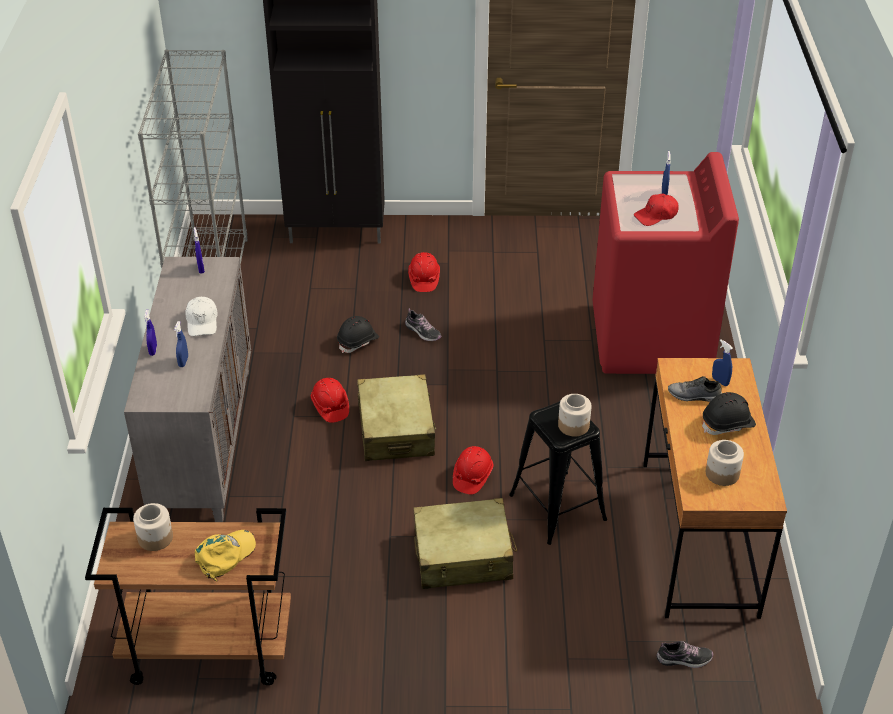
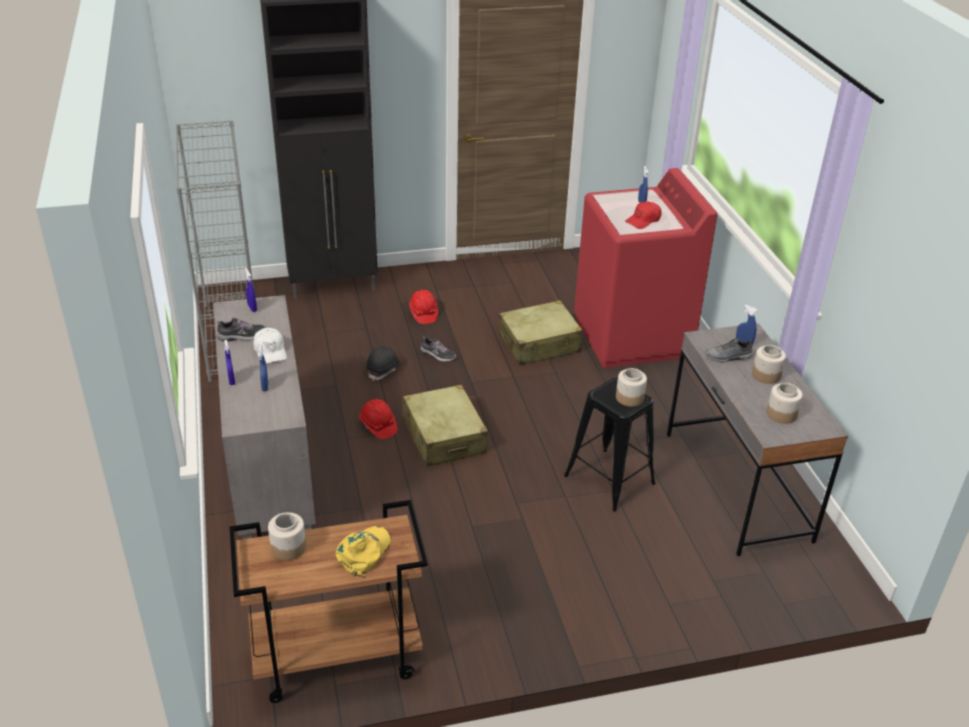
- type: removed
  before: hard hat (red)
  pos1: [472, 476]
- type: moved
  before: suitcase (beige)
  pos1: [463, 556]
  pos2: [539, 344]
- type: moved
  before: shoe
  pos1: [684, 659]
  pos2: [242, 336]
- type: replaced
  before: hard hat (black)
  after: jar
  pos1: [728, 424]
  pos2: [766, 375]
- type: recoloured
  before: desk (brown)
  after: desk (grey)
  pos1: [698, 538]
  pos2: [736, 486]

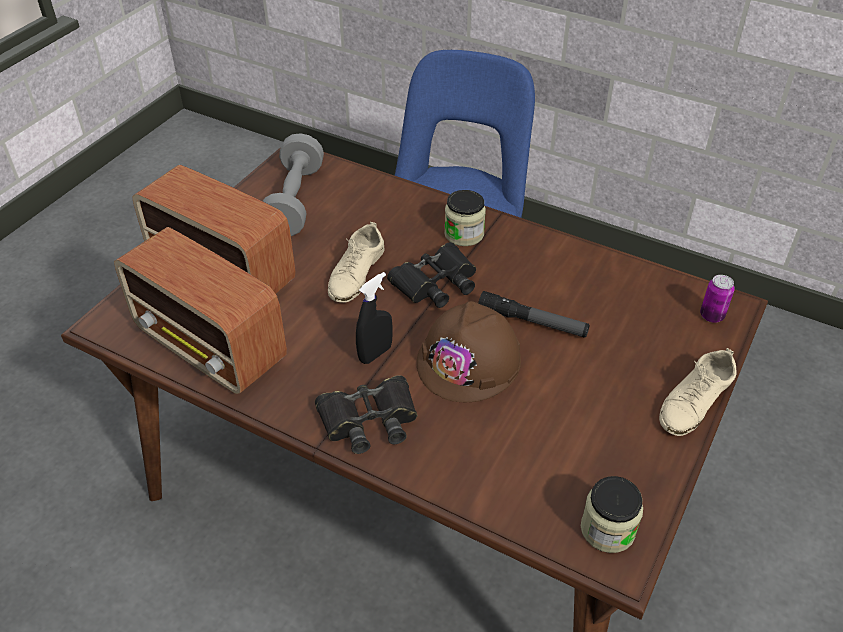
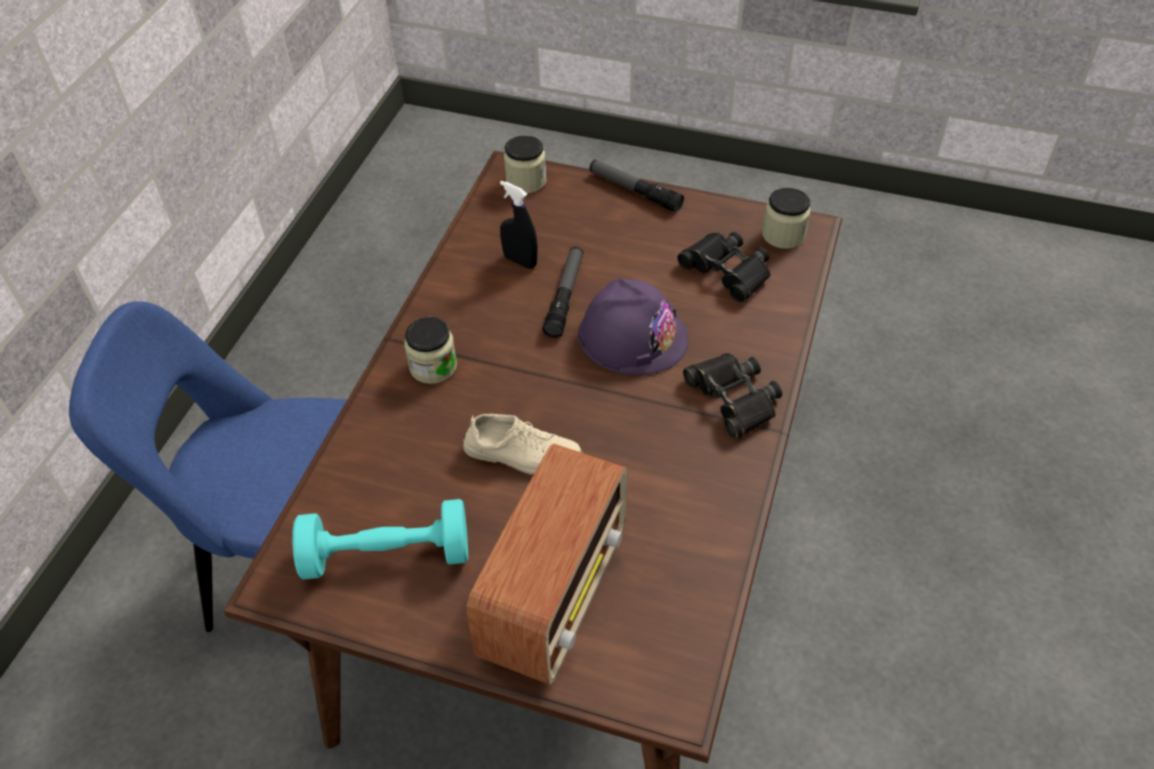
- type: removed
  before: radio
  pos1: [211, 347]
- type: moved
  before: spray bottle (black)
  pos1: [375, 353]
  pos2: [520, 261]
- type: moved
  before: binoculars (black)
  pos1: [435, 282]
  pos2: [727, 271]
- type: replaced
  before: shoe (beige)
  after: flashlight
  pos1: [694, 401]
  pos2: [634, 191]
- type: replaced
  before: can
  after: jar
  pos1: [711, 316]
  pos2: [526, 181]
- type: recoloured
  before: dumbbell (grey)
  after: dumbbell (turquoise)
  pos1: [294, 201]
  pos2: [387, 555]
- type: recoloured
  before: hard hat (brown)
  after: hard hat (purple)
  pos1: [469, 361]
  pos2: [632, 336]

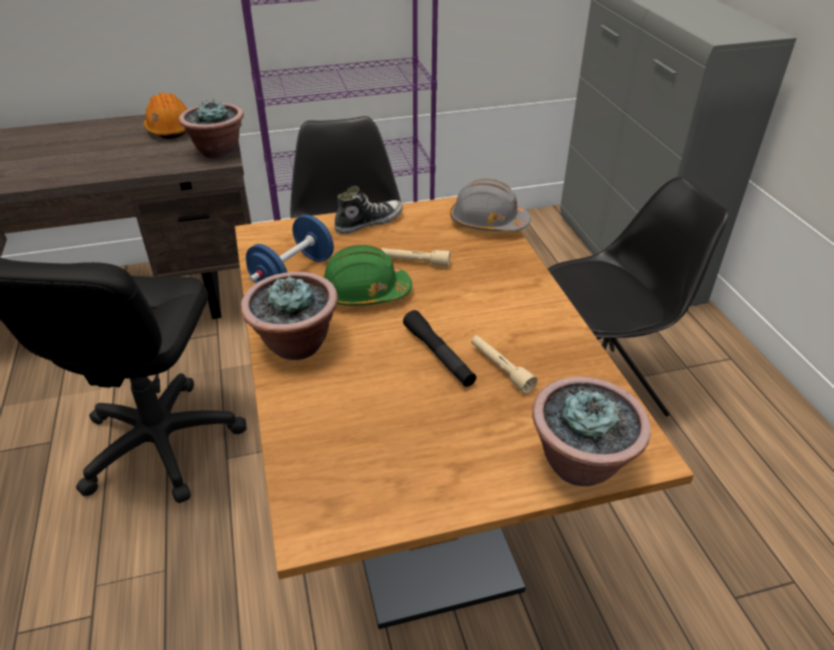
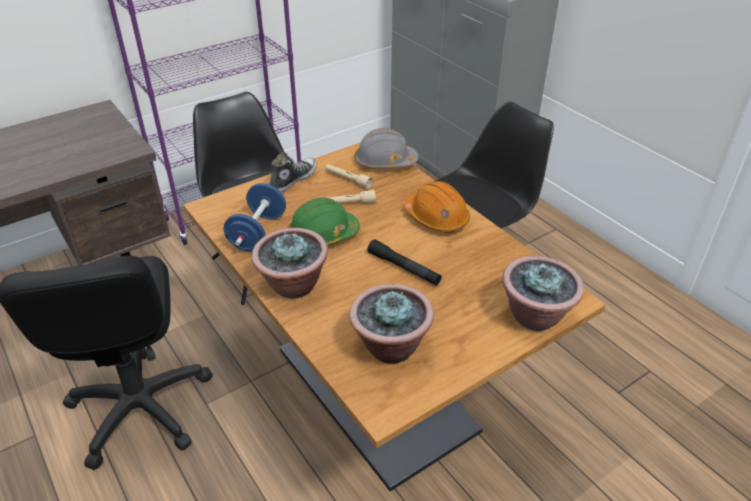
- type: moved
  before: hard hat (orange)
  pos1: [170, 129]
  pos2: [436, 218]
- type: moved
  before: potted plant
  pos1: [217, 151]
  pos2: [390, 347]
- type: moved
  before: flashlight (beige)
  pos1: [500, 368]
  pos2: [348, 180]

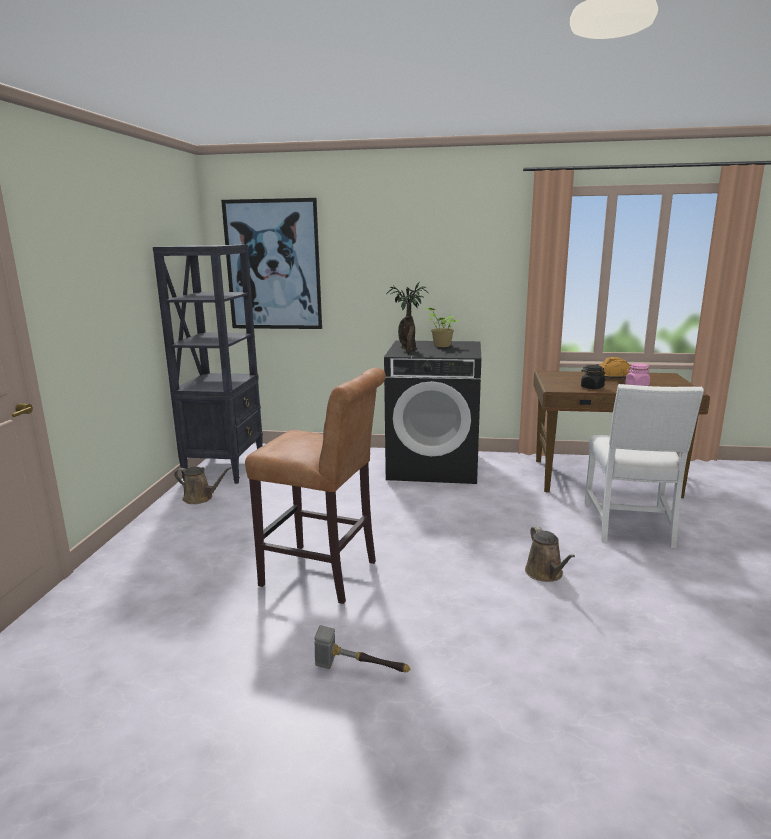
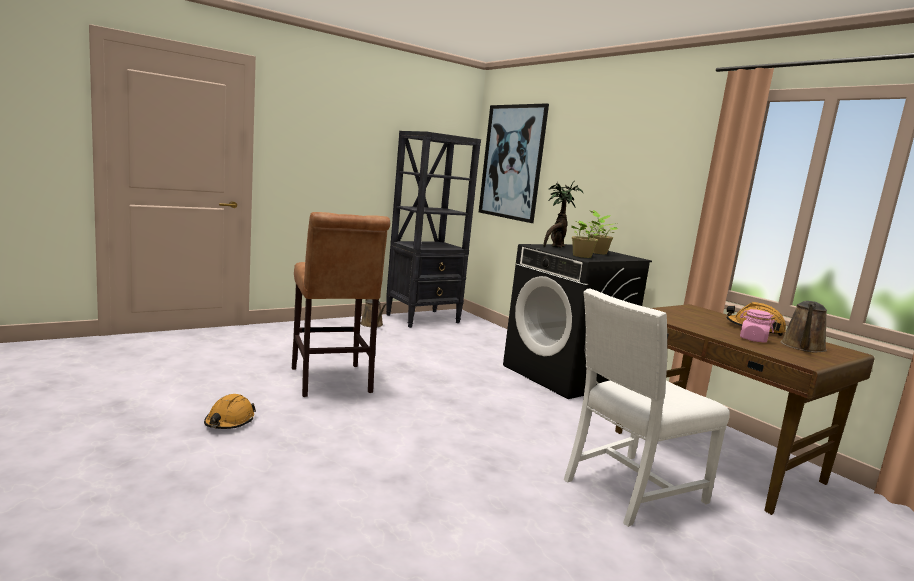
- type: removed
  before: jar (black)
  pos1: [592, 387]
- type: added
  after: potted plant
  pos2: [583, 256]
- type: moved
  before: watering can (brown)
  pos1: [545, 574]
  pos2: [802, 347]
- type: replaced
  before: hammer
  after: hard hat (orange)
  pos1: [357, 672]
  pos2: [229, 422]

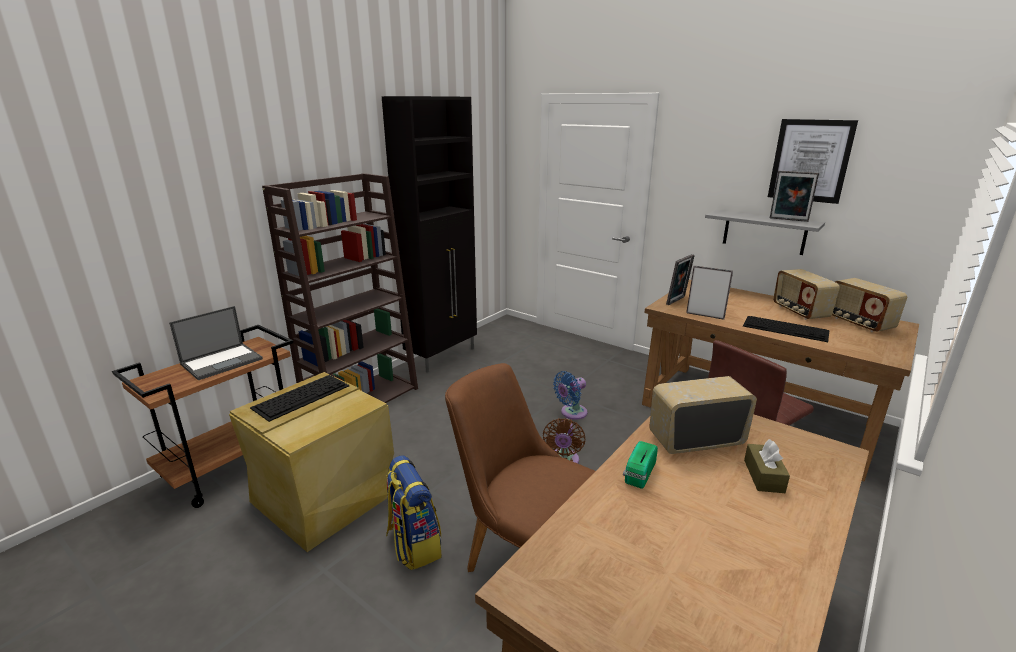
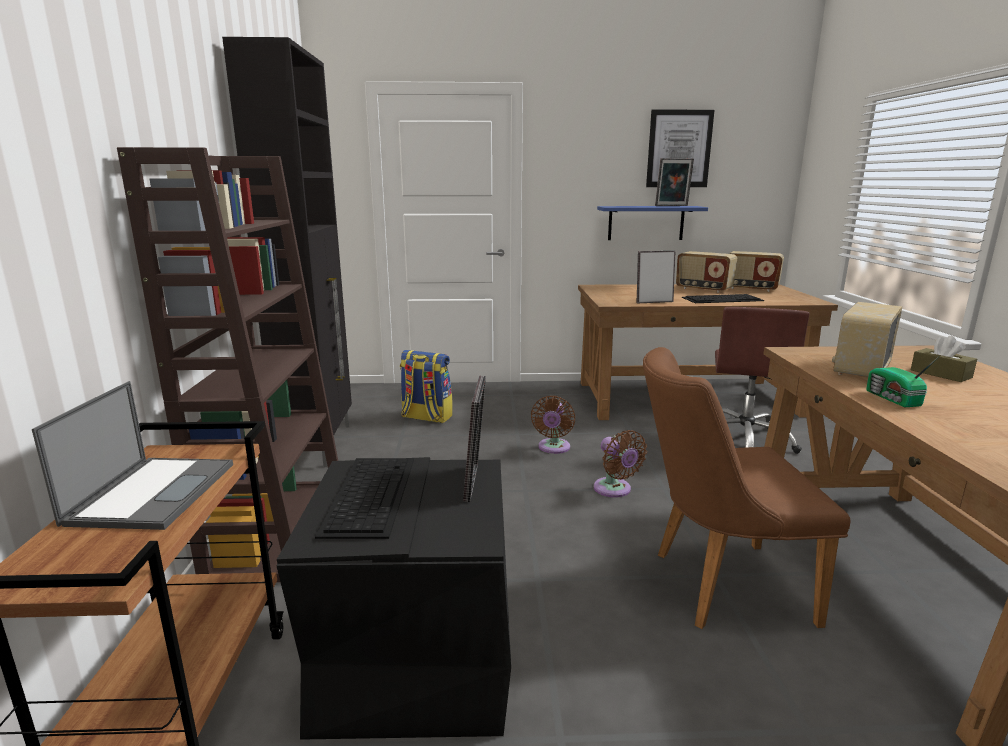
- type: moved
  before: backpack
  pos1: [413, 544]
  pos2: [426, 417]
- type: moved
  before: picture frame
  pos1: [677, 301]
  pos2: [475, 483]
- type: recoloured
  before: storage box (beige)
  after: storage box (black)
  pos1: [326, 496]
  pos2: [417, 658]
- type: recoloured
  before: fan (blue)
  after: fan (brown)
  pos1: [571, 413]
  pos2: [553, 448]
- type: recoloured
  before: shelf (grey)
  after: shelf (blue)
  pos1: [764, 232]
  pos2: [646, 223]

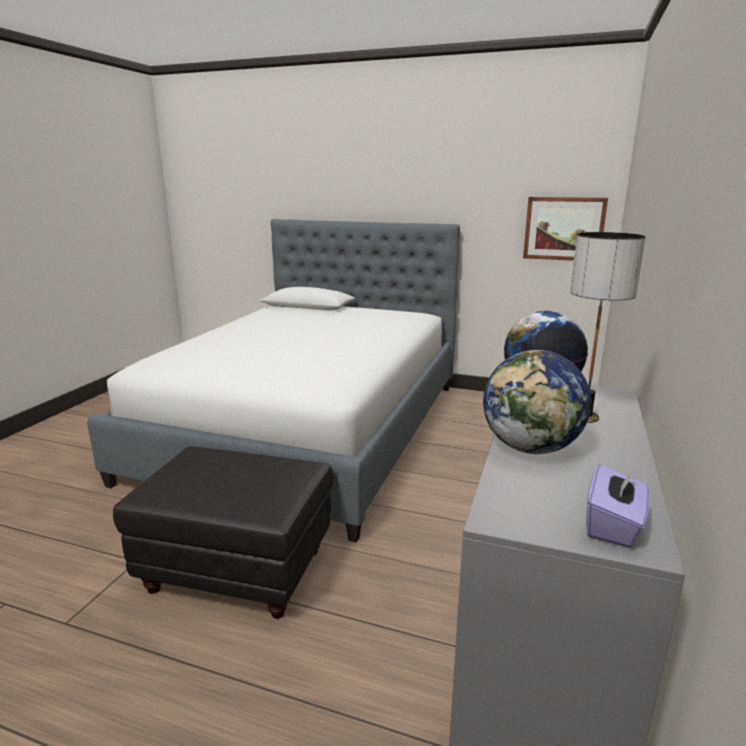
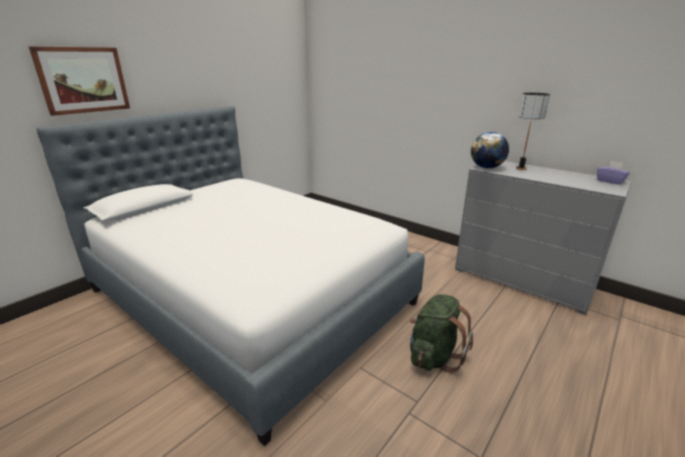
- type: removed
  before: globe
  pos1: [531, 448]
- type: moved
  before: picture
  pos1: [564, 228]
  pos2: [83, 80]
- type: replaced
  before: ottoman (black)
  after: backpack (green)
  pos1: [236, 571]
  pos2: [434, 356]

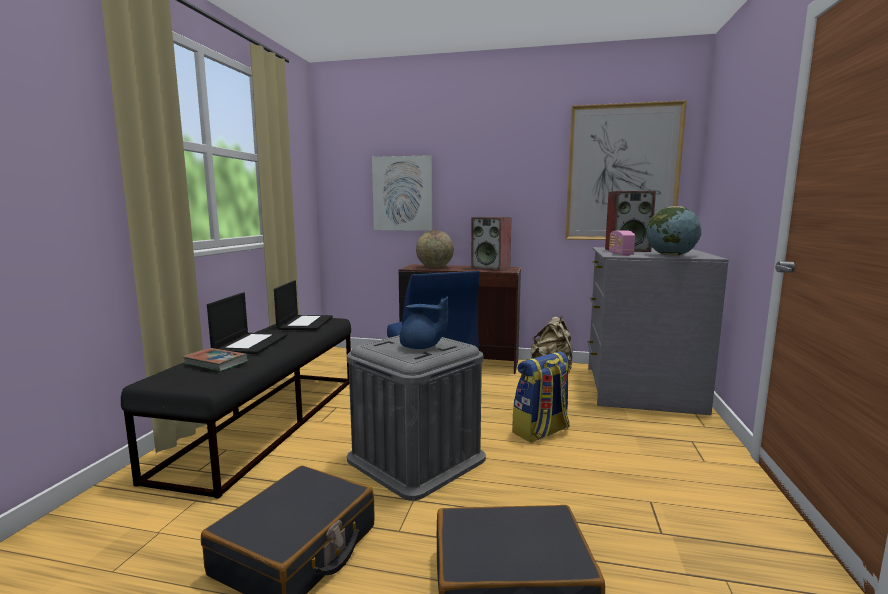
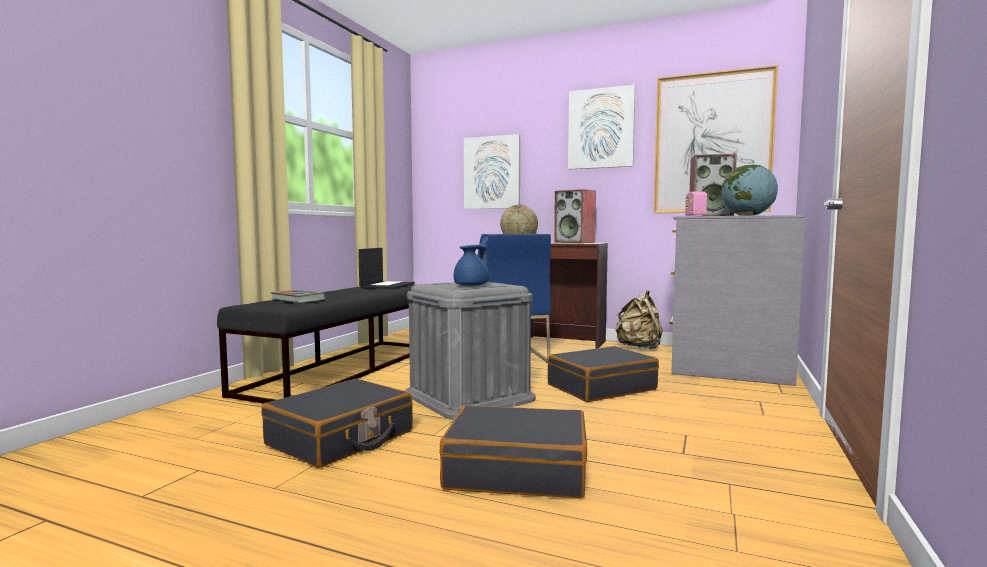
- type: removed
  before: laptop
  pos1: [250, 343]
- type: added
  after: picture
  pos2: [601, 128]
- type: replaced
  before: backpack
  after: suitcase (black)
  pos1: [541, 432]
  pos2: [601, 387]
- type: turned
  before: teapot (blue)
  pos1: [421, 347]
  pos2: [473, 285]
  turn: -75

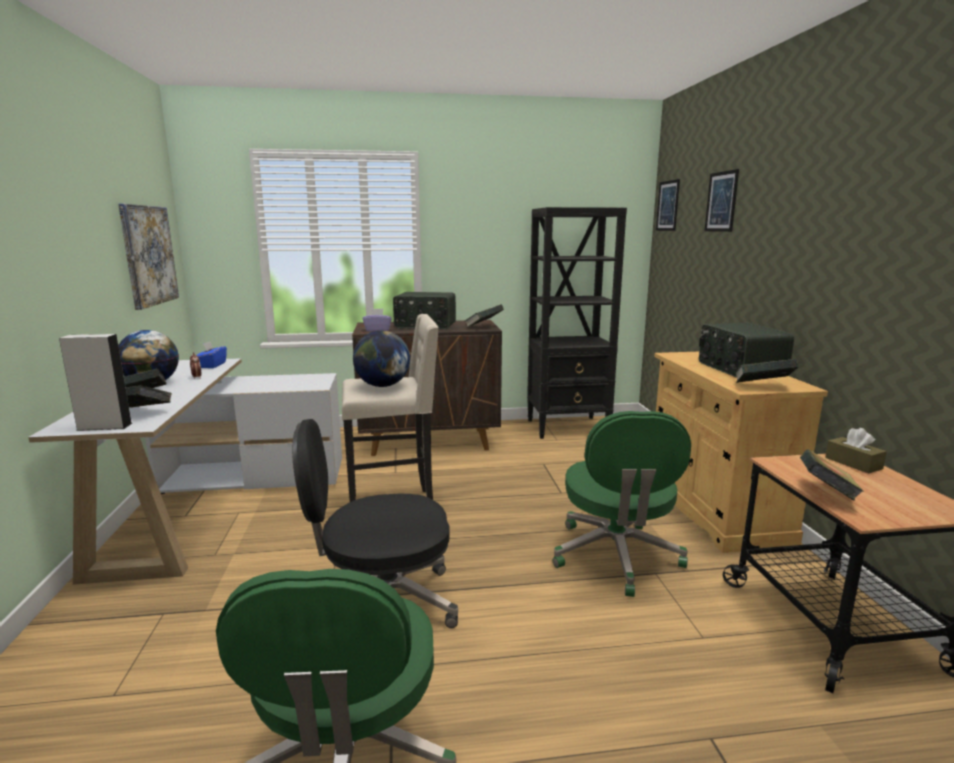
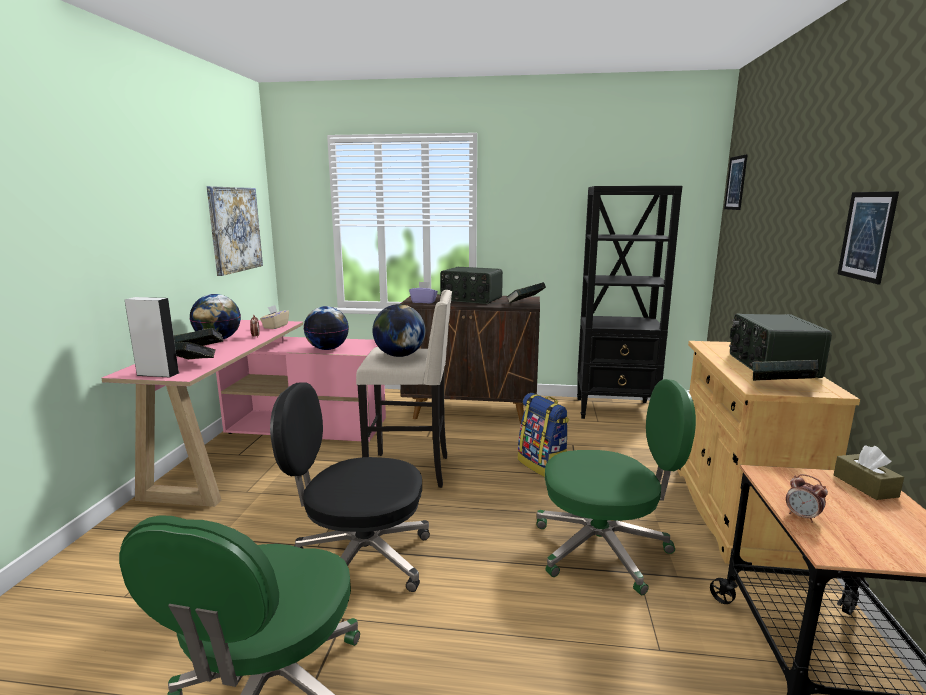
- type: added
  after: globe
  pos2: [327, 349]
- type: added
  after: backpack
  pos2: [543, 465]
- type: moved
  before: picture
  pos1: [721, 201]
  pos2: [866, 236]
- type: replaced
  before: book
  after: alarm clock
  pos1: [826, 494]
  pos2: [802, 517]
- type: recoloured
  before: desk (white)
  after: desk (pink)
  pos1: [215, 502]
  pos2: [266, 445]
- type: recoloured
  before: tissue box (blue)
  after: tissue box (beige)
  pos1: [212, 365]
  pos2: [275, 326]
- type: turned
  before: office chair (green)
  pos1: [616, 557]
  pos2: [604, 549]
  turn: -105

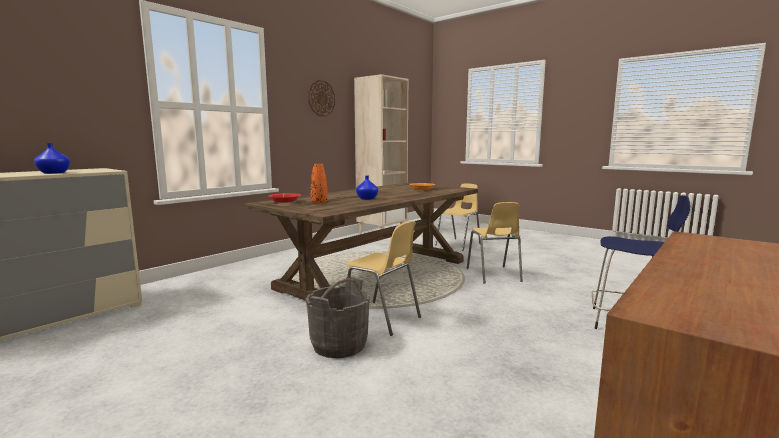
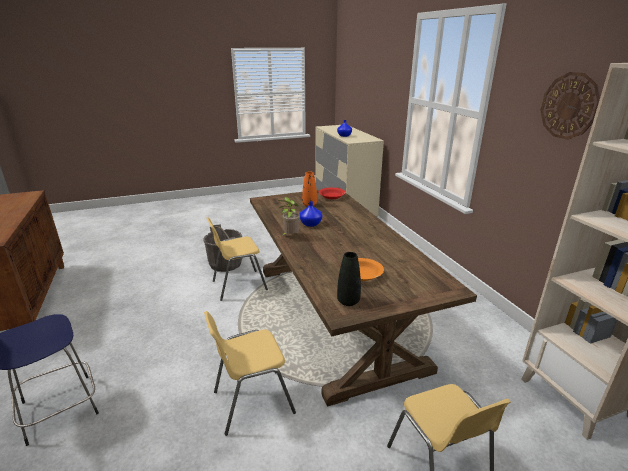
- type: added
  after: potted plant
  pos2: [290, 236]
- type: added
  after: vase (black)
  pos2: [348, 301]
- type: turned
  before: chair (yellow)
  pos1: [493, 275]
  pos2: [252, 401]
  turn: -45

